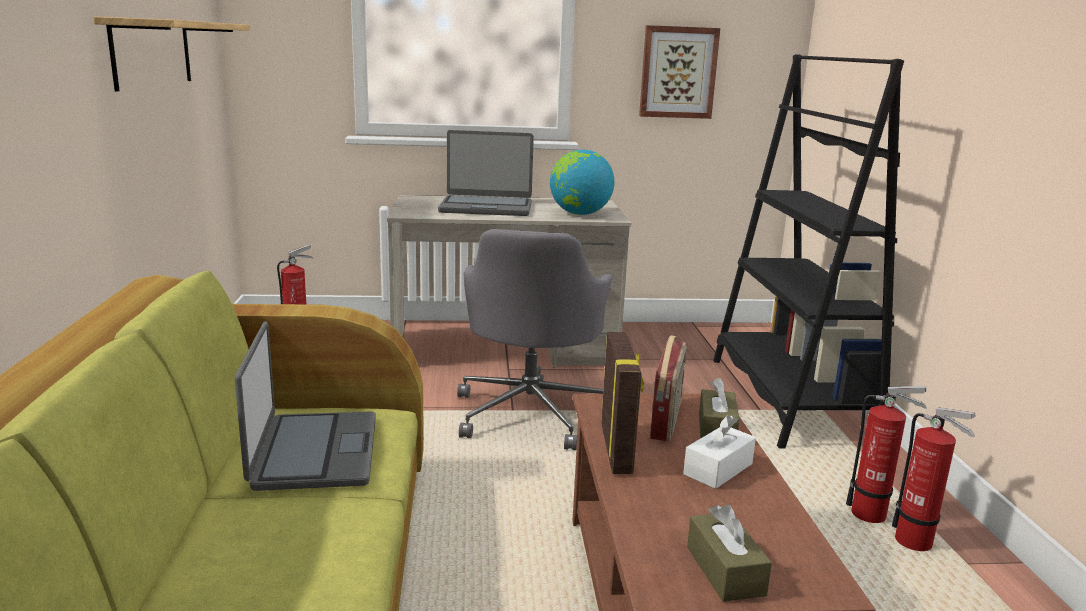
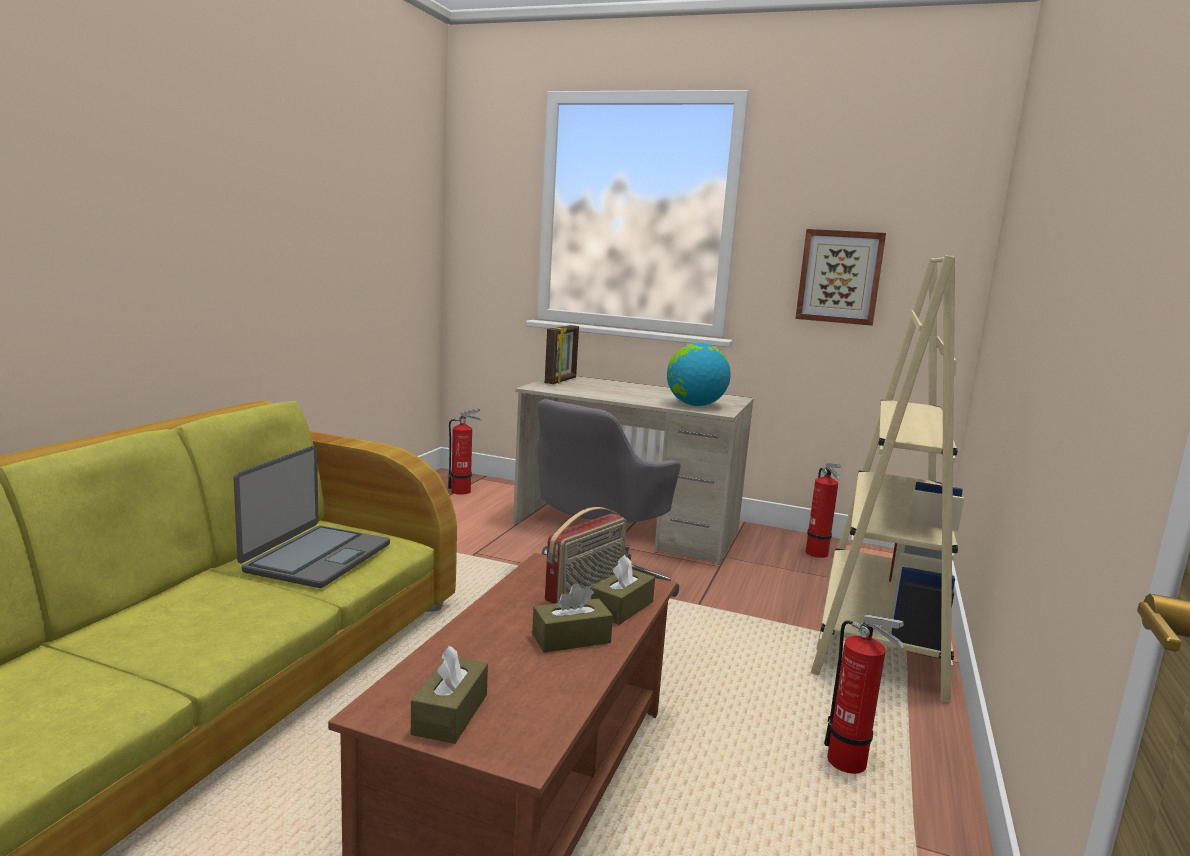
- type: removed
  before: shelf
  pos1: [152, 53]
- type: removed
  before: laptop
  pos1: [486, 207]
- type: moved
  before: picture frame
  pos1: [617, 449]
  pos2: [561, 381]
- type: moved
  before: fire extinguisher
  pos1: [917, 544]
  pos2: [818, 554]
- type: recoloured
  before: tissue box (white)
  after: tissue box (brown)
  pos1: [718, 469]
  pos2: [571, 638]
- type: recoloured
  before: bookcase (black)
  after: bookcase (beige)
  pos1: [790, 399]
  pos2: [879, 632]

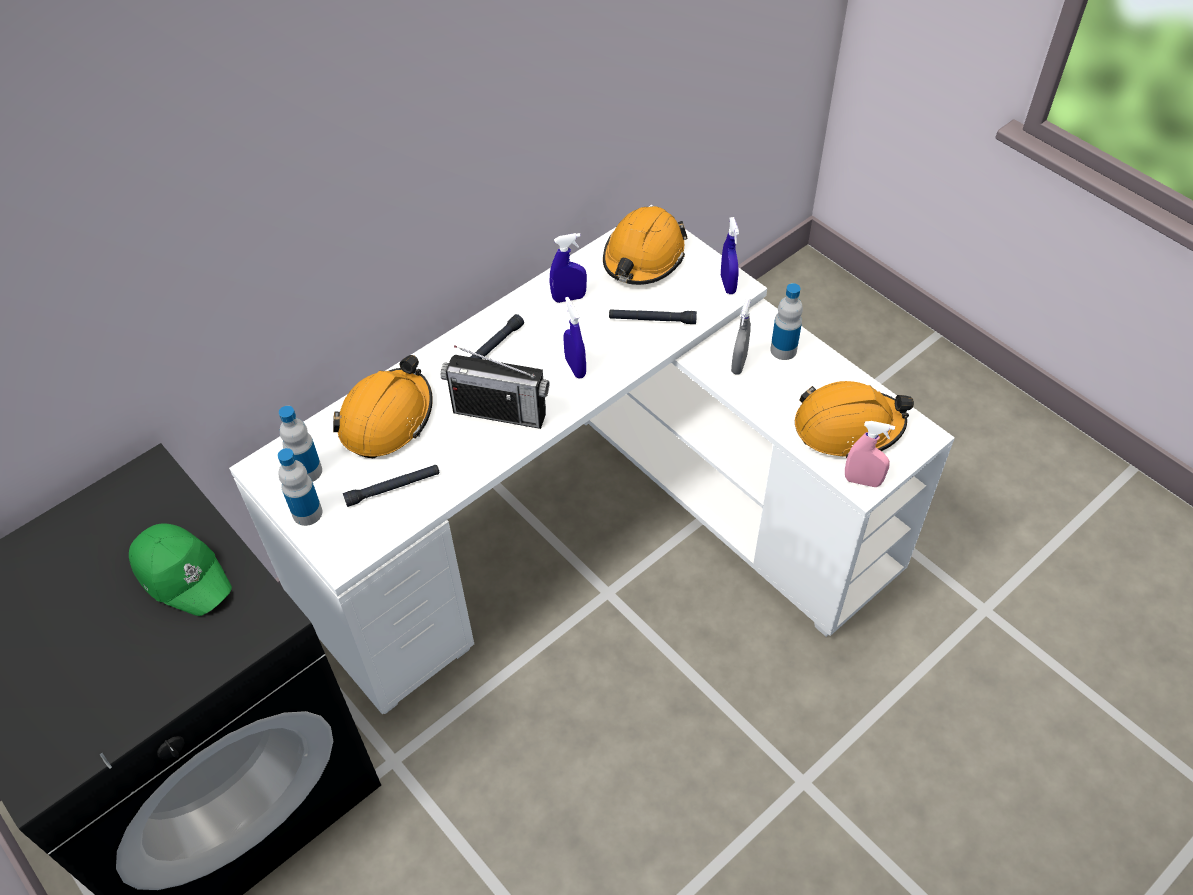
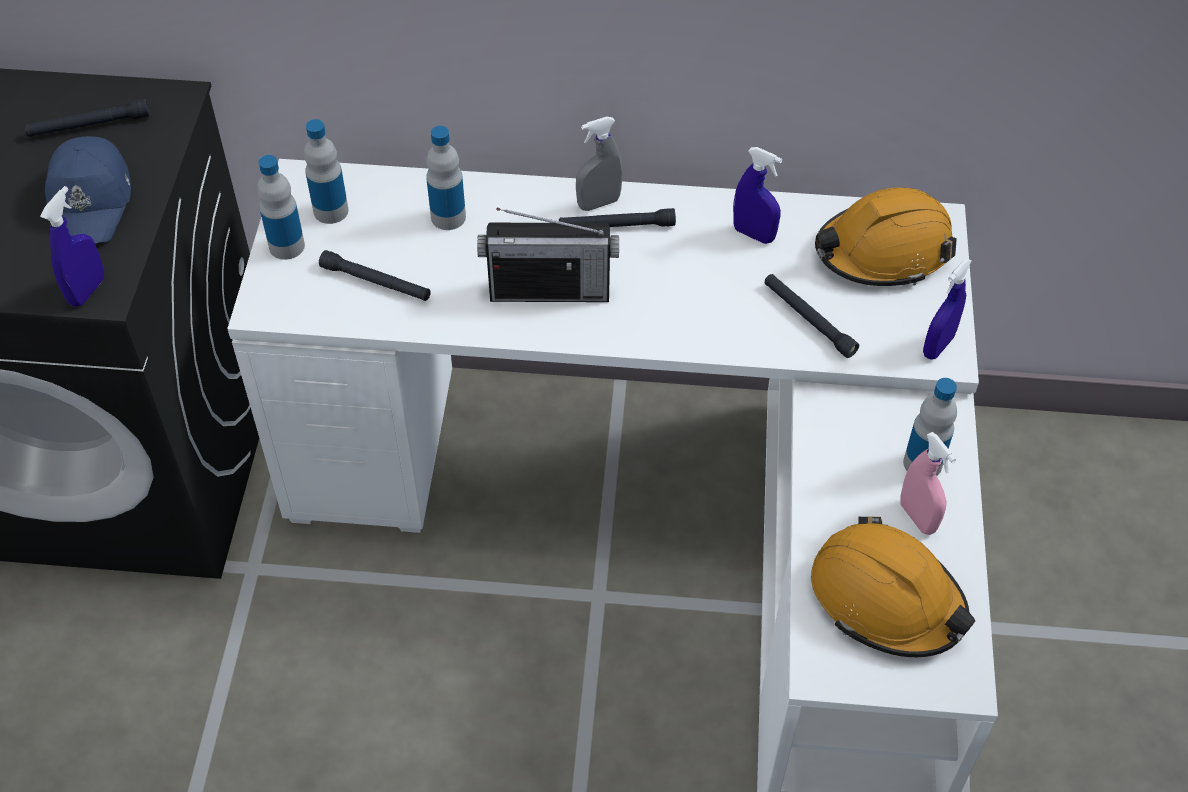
- type: added
  after: flashlight (black)
  pos2: [89, 126]
- type: moved
  before: spray bottle (blue)
  pos1: [575, 367]
  pos2: [87, 290]
- type: moved
  before: spray bottle (grey)
  pos1: [739, 364]
  pos2: [598, 203]
- type: moved
  before: spray bottle (pink)
  pos1: [862, 481]
  pos2: [917, 517]
- type: replaced
  before: hard hat (orange)
  after: bottle
  pos1: [386, 418]
  pos2: [448, 217]
- type: recoloured
  before: cap (green)
  after: cap (blue)
  pos1: [182, 574]
  pos2: [92, 200]
- type: turned
  before: radio
  pos1: [500, 412]
  pos2: [549, 290]
  turn: -60

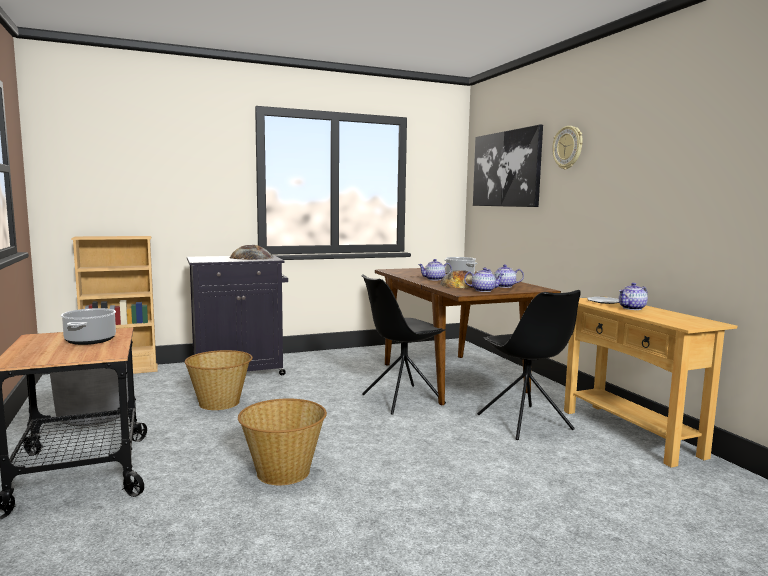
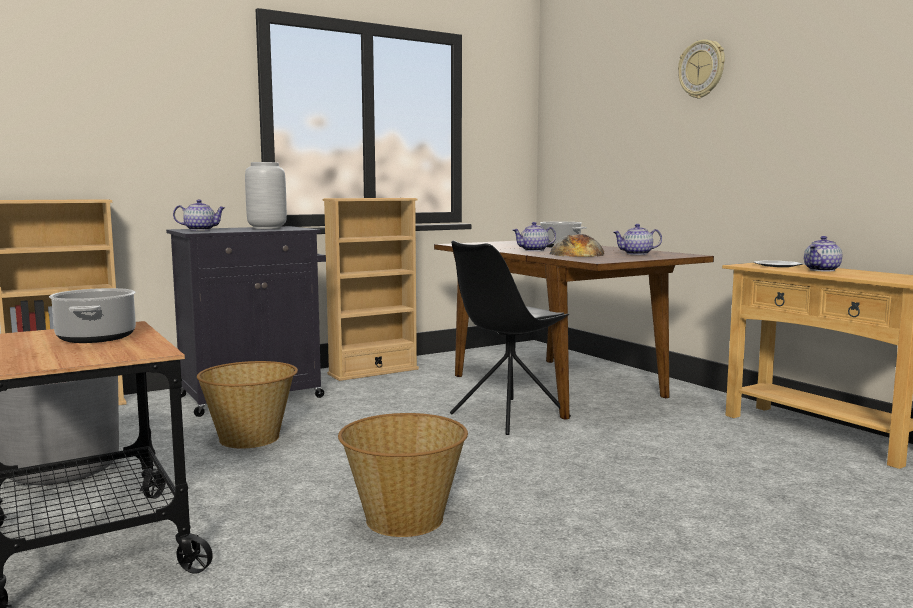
- type: removed
  before: picture
  pos1: [506, 169]
- type: removed
  before: chair (black)
  pos1: [525, 423]
- type: added
  after: bookcase (beige)
  pos2: [373, 372]
- type: moved
  before: teapot
  pos1: [483, 290]
  pos2: [200, 230]
- type: replaced
  before: bread
  after: vase (grey)
  pos1: [251, 257]
  pos2: [267, 228]

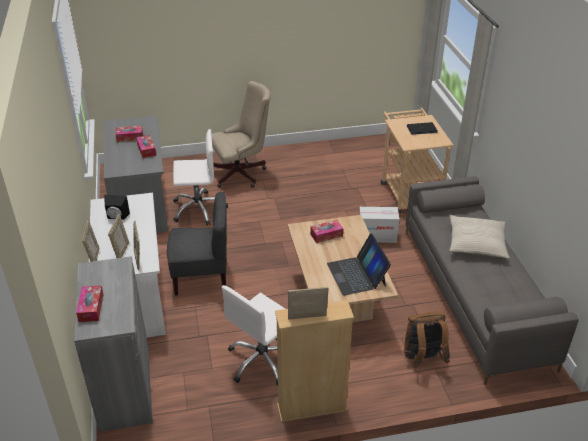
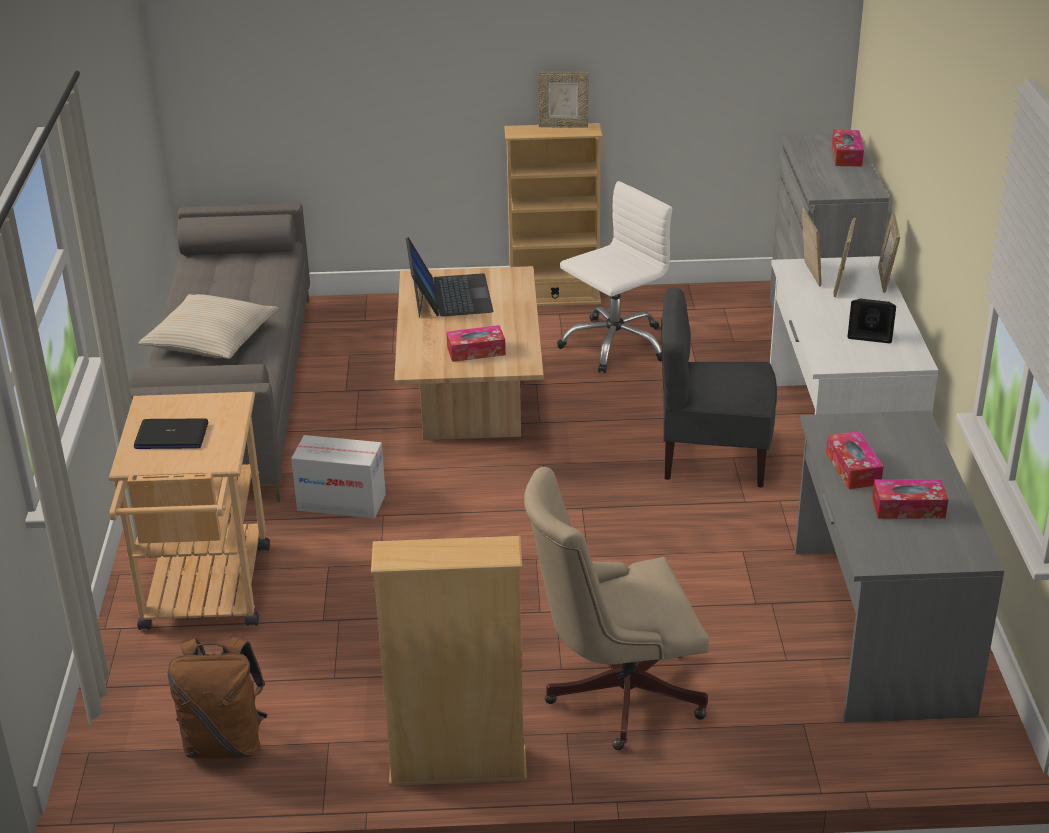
- type: removed
  before: office chair (white)
  pos1: [198, 209]
- type: added
  after: bookcase (beige)
  pos2: [458, 767]
- type: moved
  before: backpack (brown)
  pos1: [422, 359]
  pos2: [225, 743]

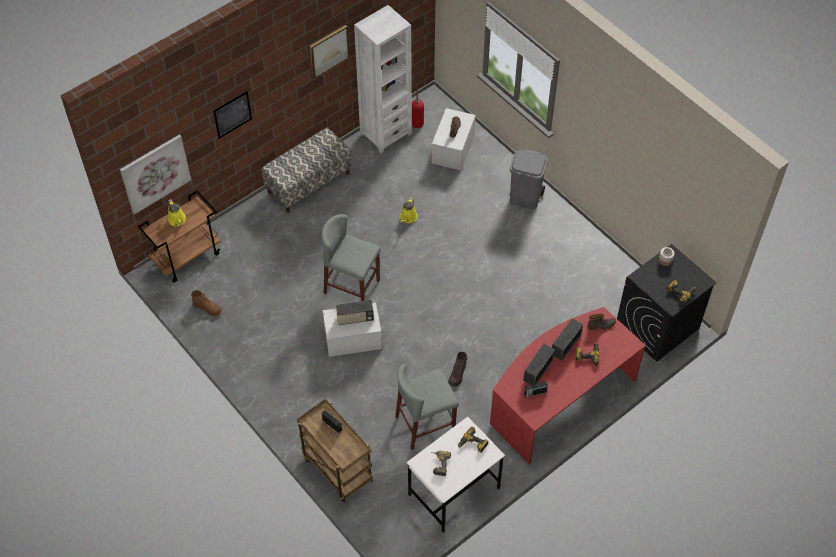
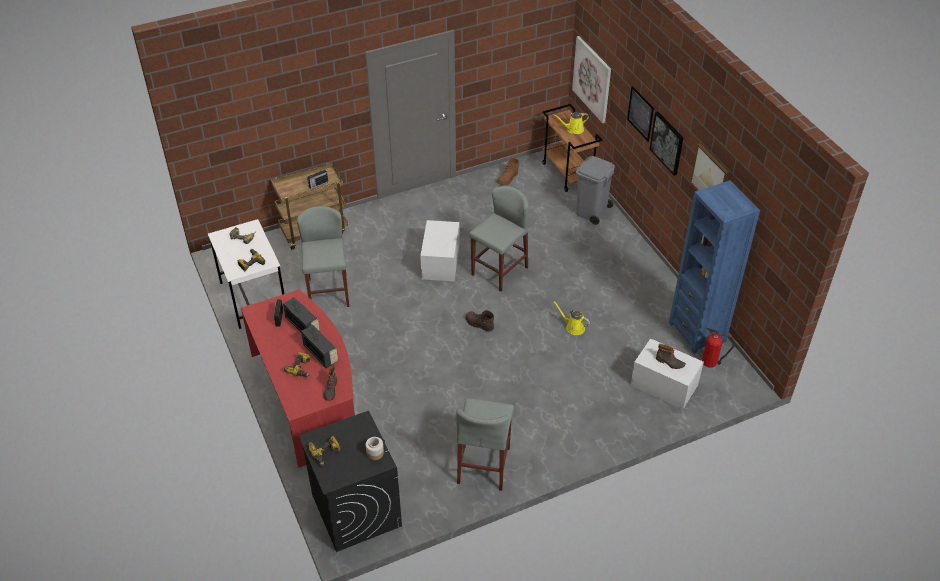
- type: removed
  before: bench
  pos1: [308, 182]
- type: removed
  before: radio
  pos1: [355, 318]
- type: added
  after: stool (grey)
  pos2: [484, 465]
- type: added
  after: picture
  pos2: [667, 143]
- type: moved
  before: boot (brown)
  pos1: [457, 374]
  pos2: [479, 324]
- type: moved
  before: trash can (grey)
  pos1: [525, 198]
  pos2: [591, 211]
- type: recoloured
  before: bookcase (white)
  after: bookcase (blue)
  pos1: [385, 133]
  pos2: [697, 332]

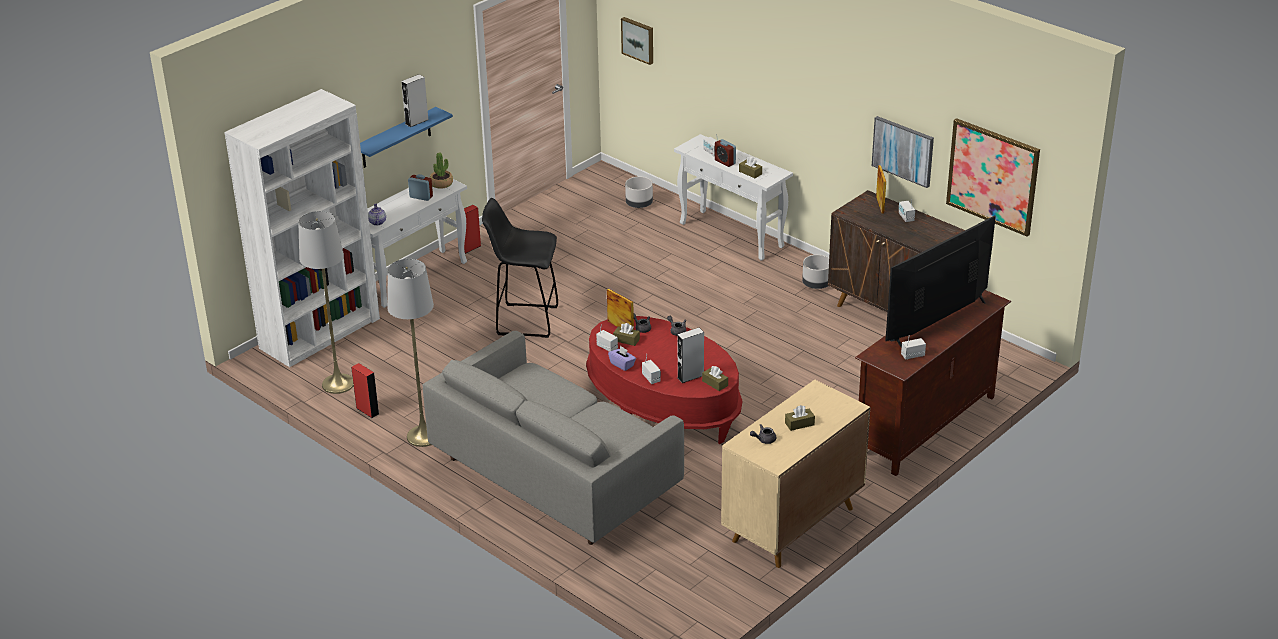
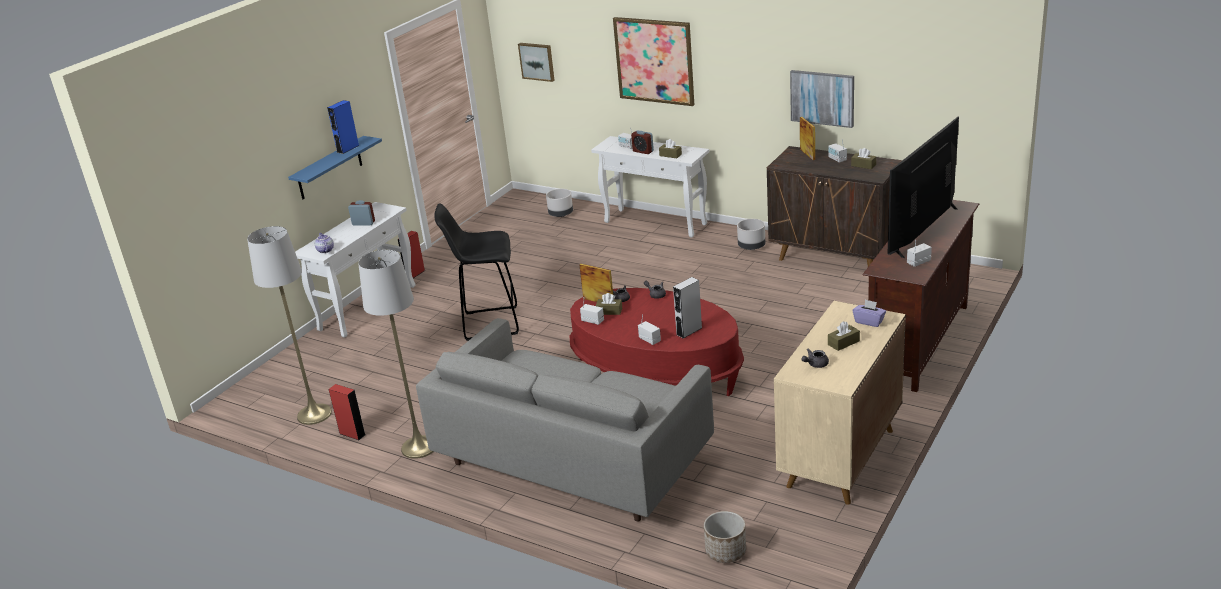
- type: removed
  before: bookcase (white)
  pos1: [320, 333]
- type: removed
  before: potted plant
  pos1: [441, 183]
- type: added
  after: planter
  pos2: [725, 551]
- type: moved
  before: tissue box (purple)
  pos1: [622, 364]
  pos2: [869, 321]
- type: moved
  before: tissue box (brown)
  pos1: [715, 383]
  pos2: [863, 165]
- type: moved
  before: picture
  pos1: [993, 176]
  pos2: [654, 61]
- type: recoloured
  before: speaker (grey)
  after: speaker (blue)
  pos1: [416, 121]
  pos2: [348, 149]

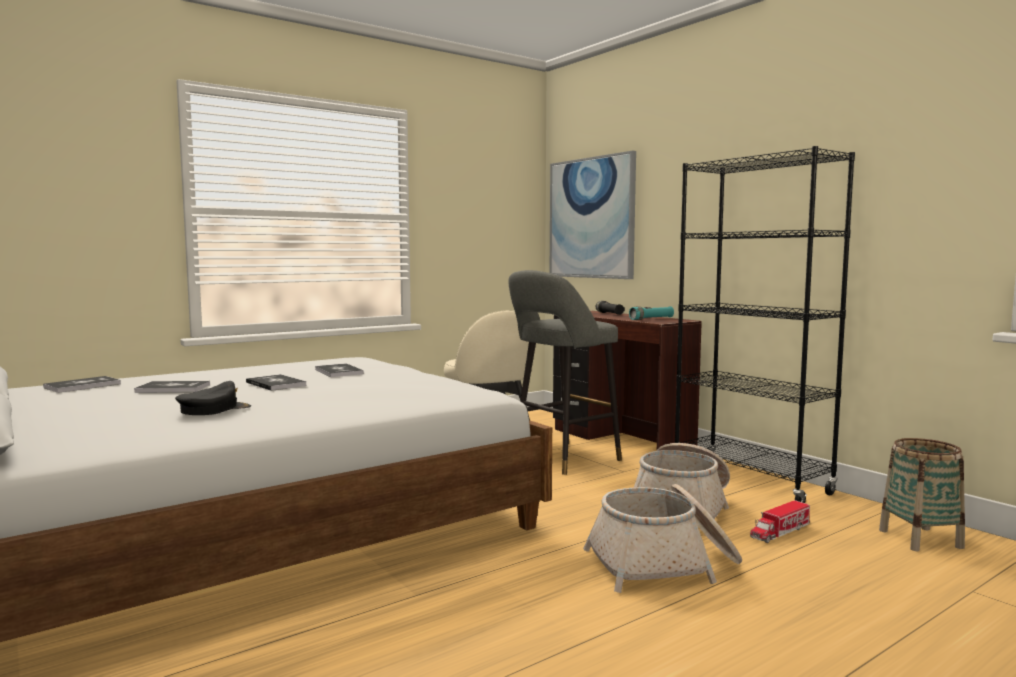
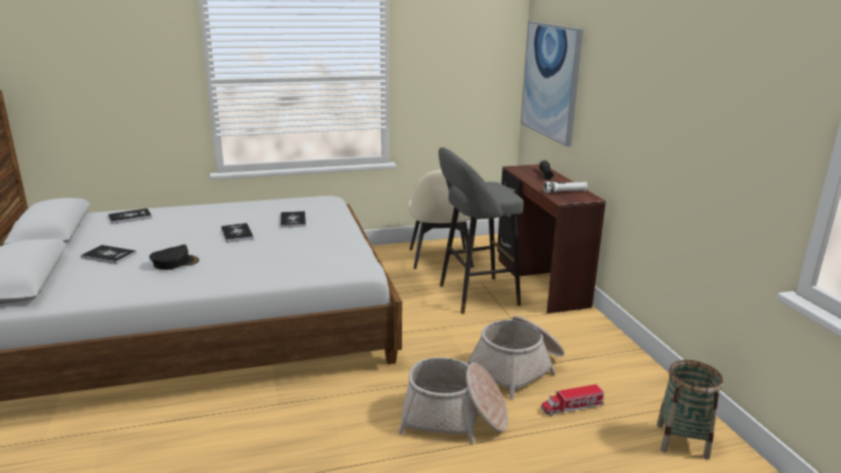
- type: removed
  before: bookcase (black)
  pos1: [750, 481]
- type: moved
  before: book
  pos1: [173, 388]
  pos2: [109, 255]
- type: recoloured
  before: flashlight (turquoise)
  after: flashlight (white)
  pos1: [651, 319]
  pos2: [565, 192]

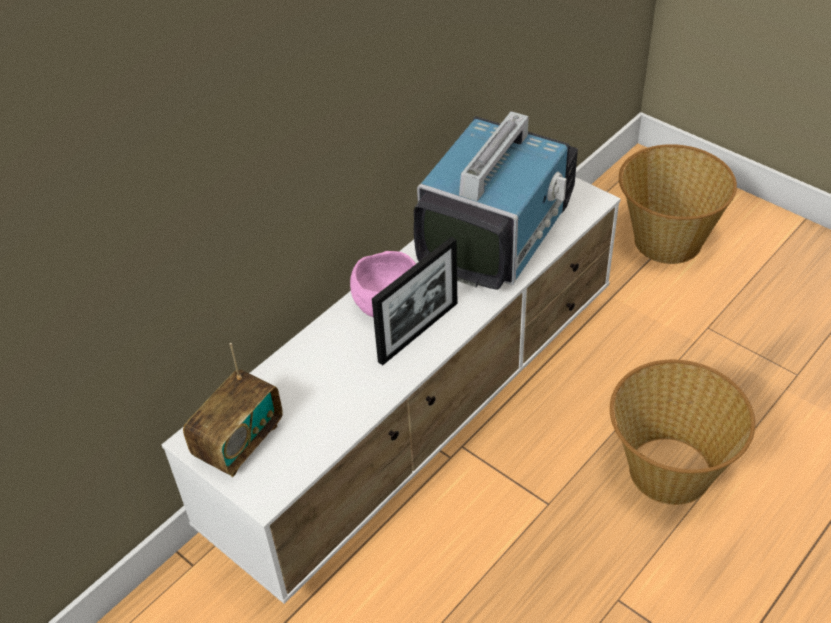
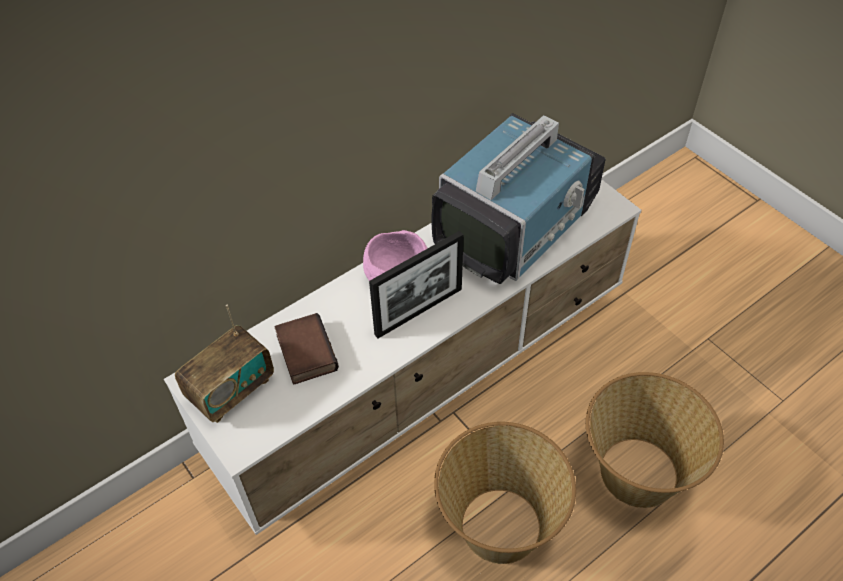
- type: added
  after: book
  pos2: [304, 352]
- type: moved
  before: basket
  pos1: [666, 240]
  pos2: [499, 524]

